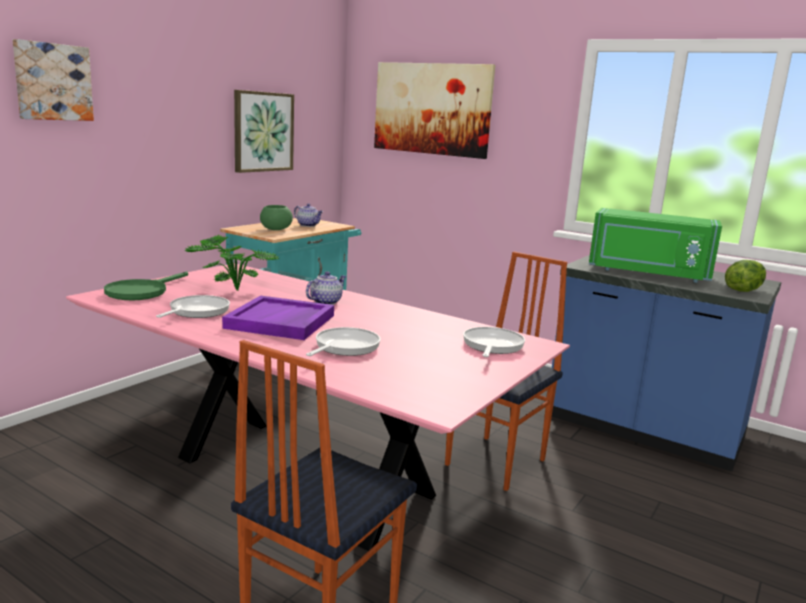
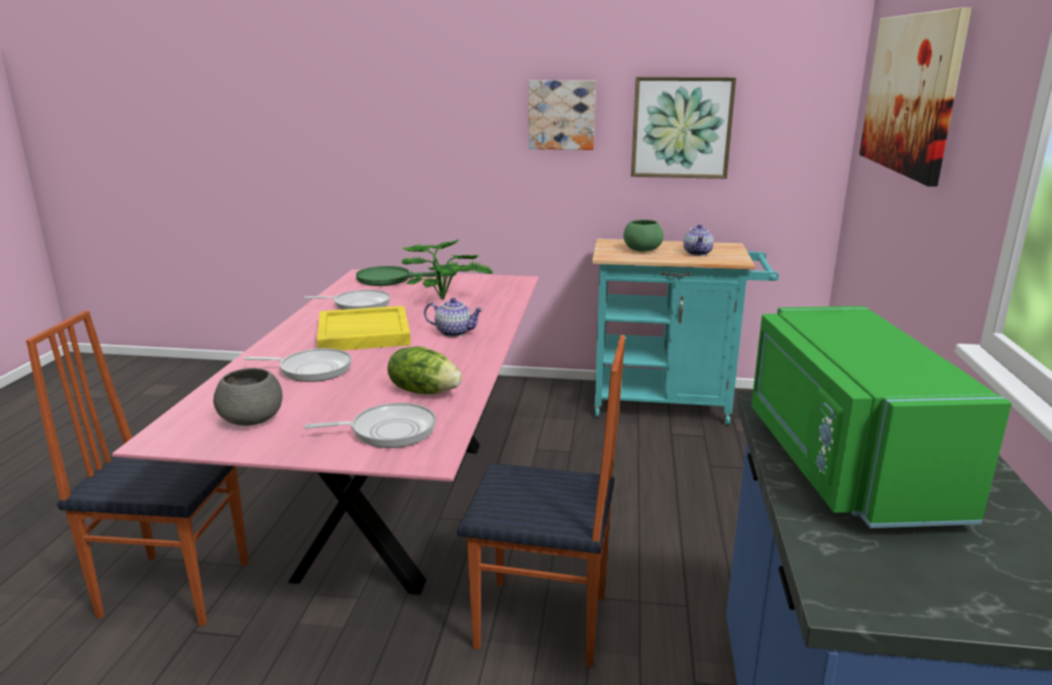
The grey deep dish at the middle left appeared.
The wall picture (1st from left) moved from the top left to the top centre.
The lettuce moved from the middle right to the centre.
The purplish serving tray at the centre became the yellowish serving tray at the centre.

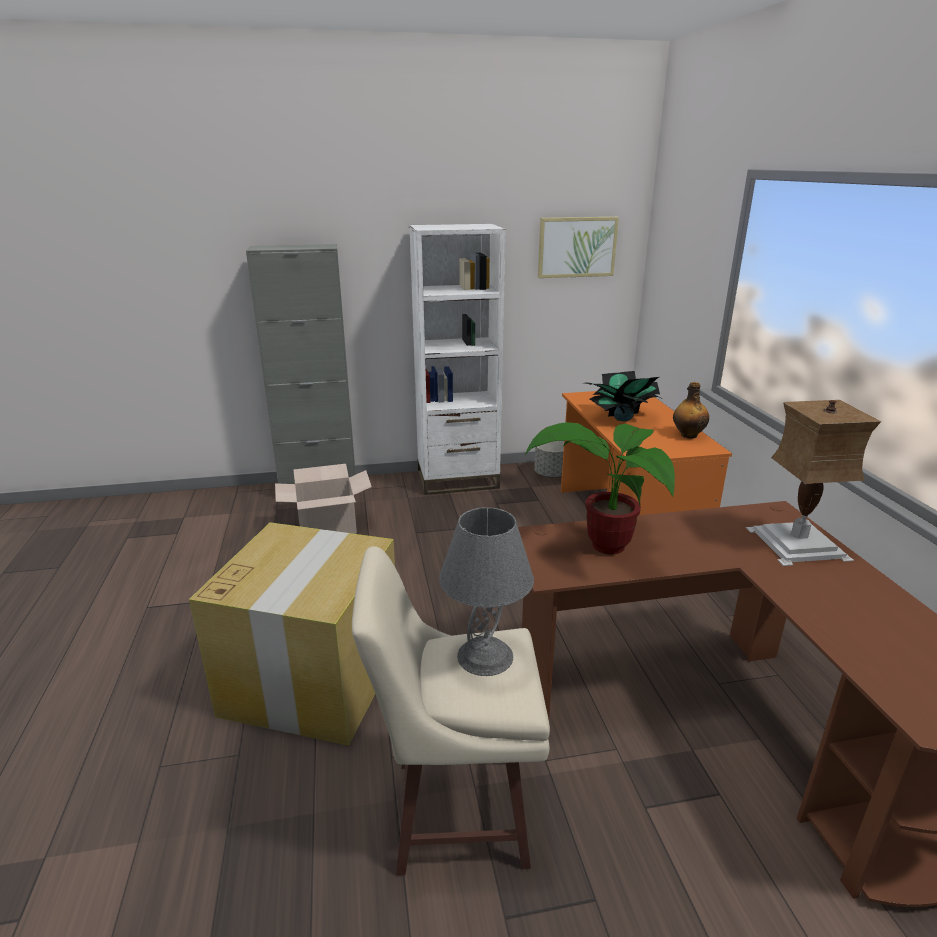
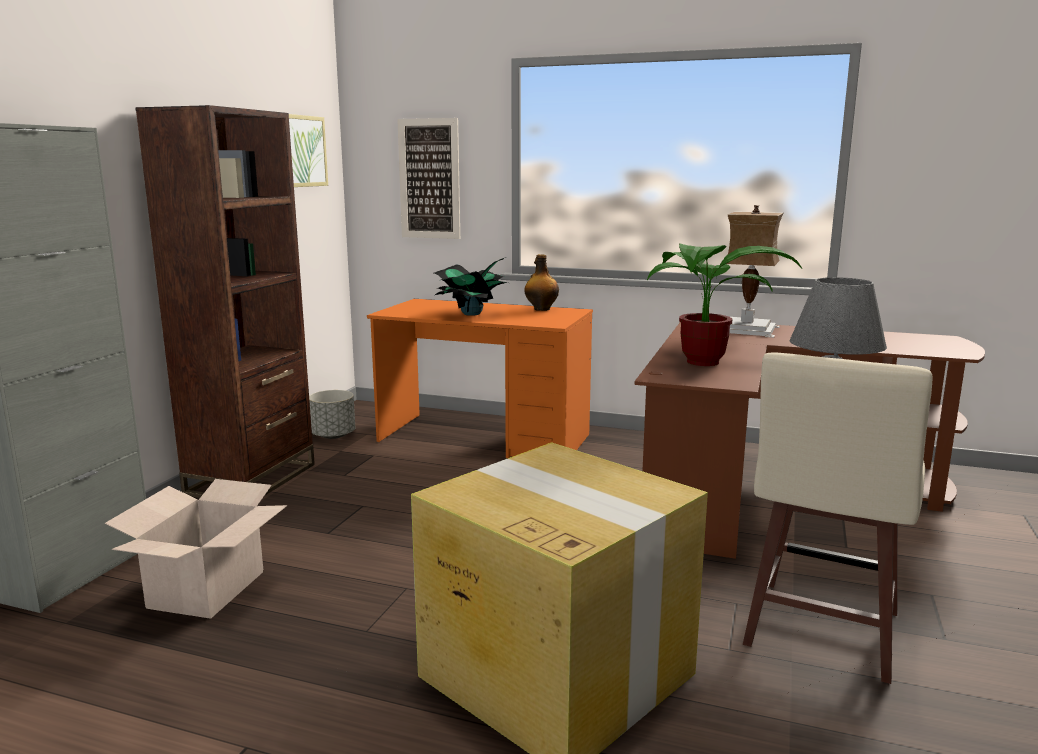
The wall picture (2nd from left) at the top centre appeared.
The white bookshelf at the centre became the brown-coloured bookshelf at the middle left.

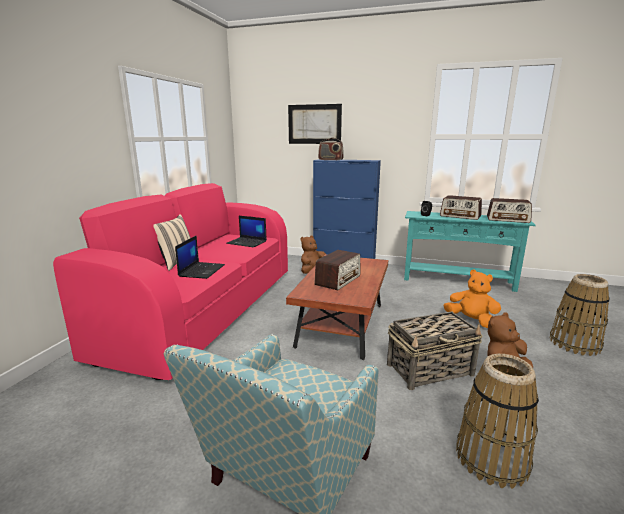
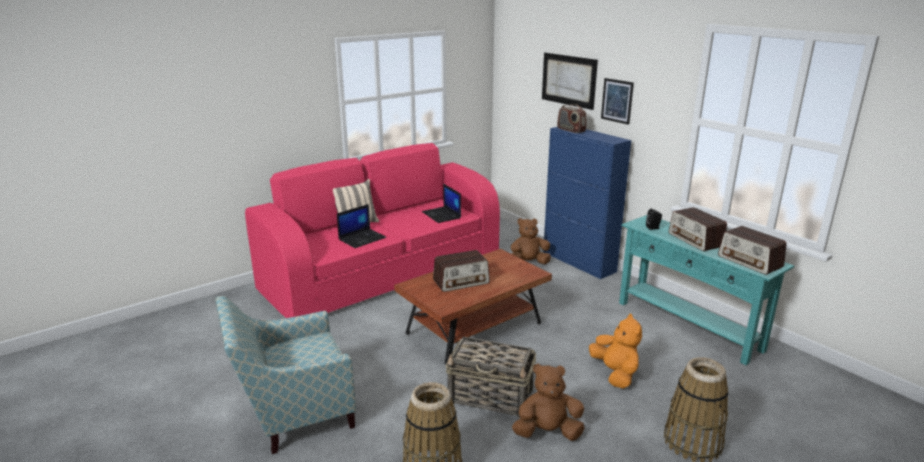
The wall picture (2nd from left) at the top right appeared.

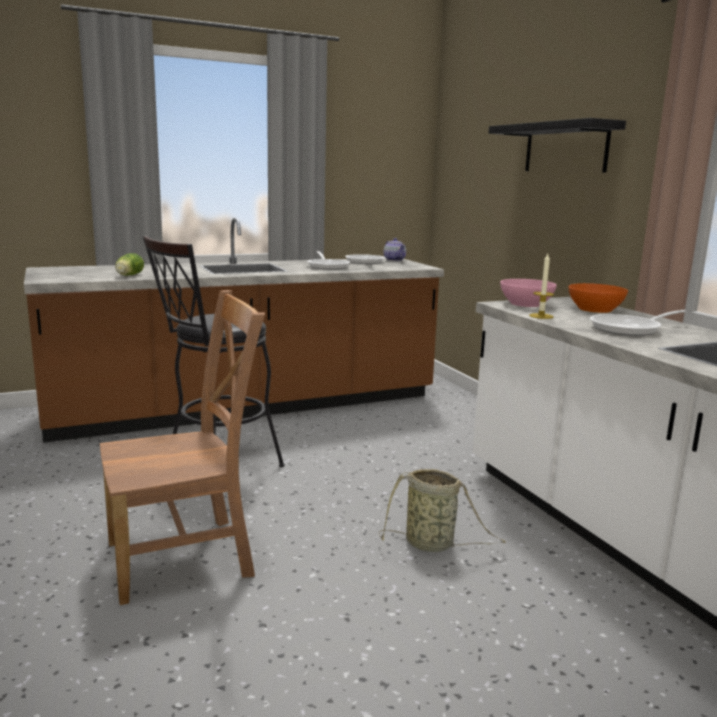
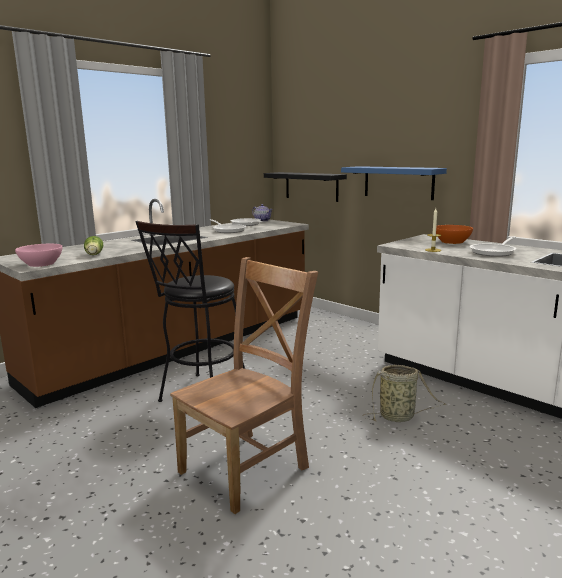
The bluish wall shelf at the top right appeared.
The black wall shelf moved from the top right to the top centre.
The pinkish deep dish moved from the middle right to the middle left.

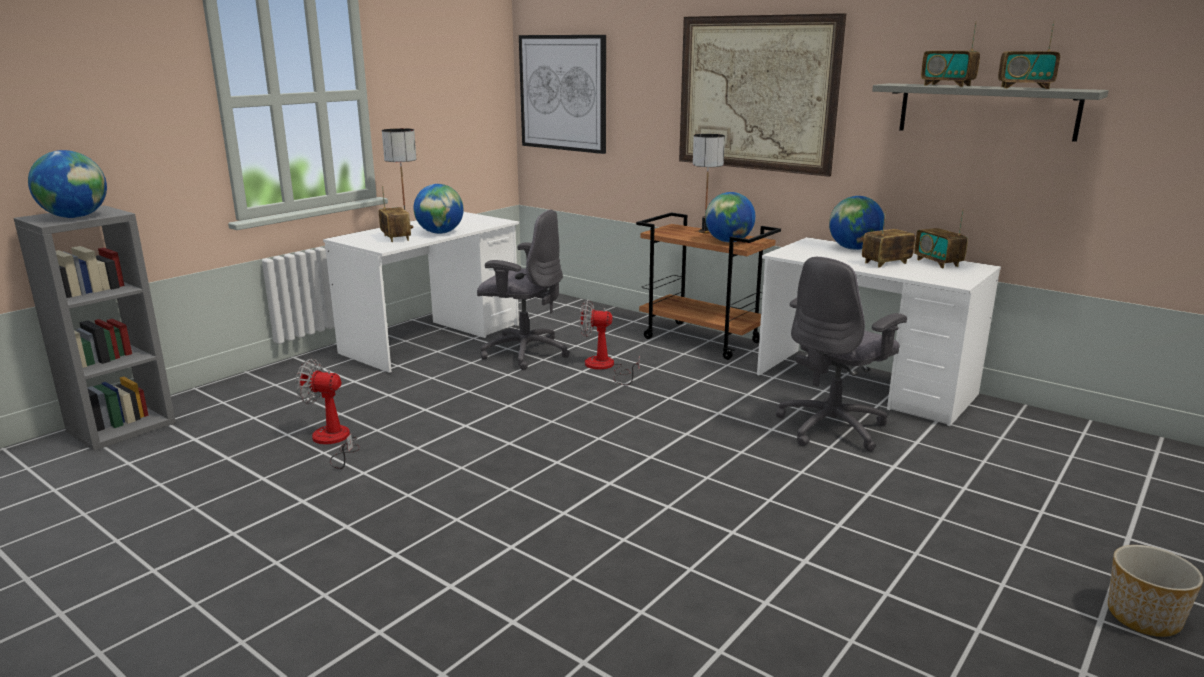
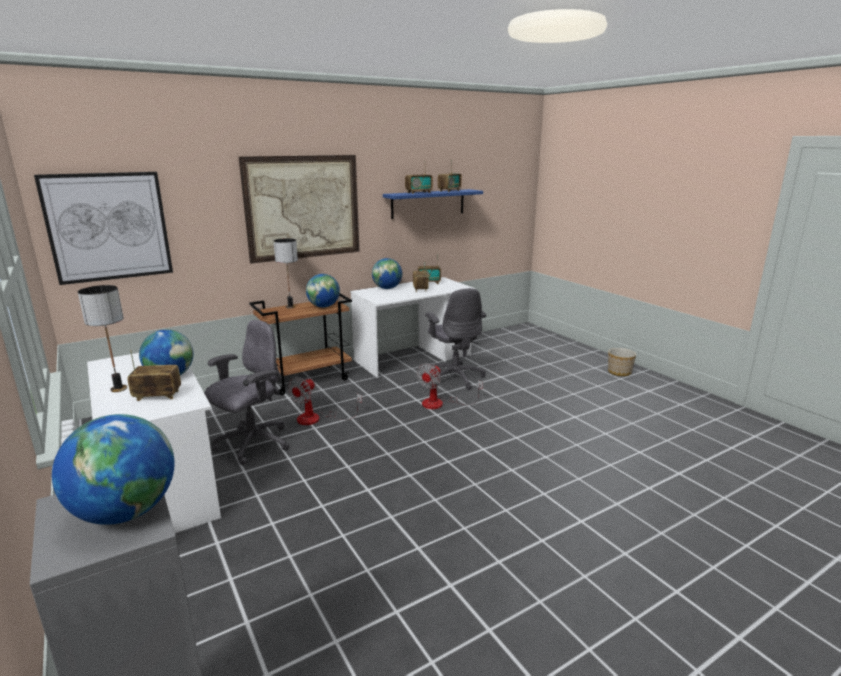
The cooling fan (1st from left in the first image) moved from the middle left to the centre.
The grey wall shelf at the top right became the bluish wall shelf at the top centre.

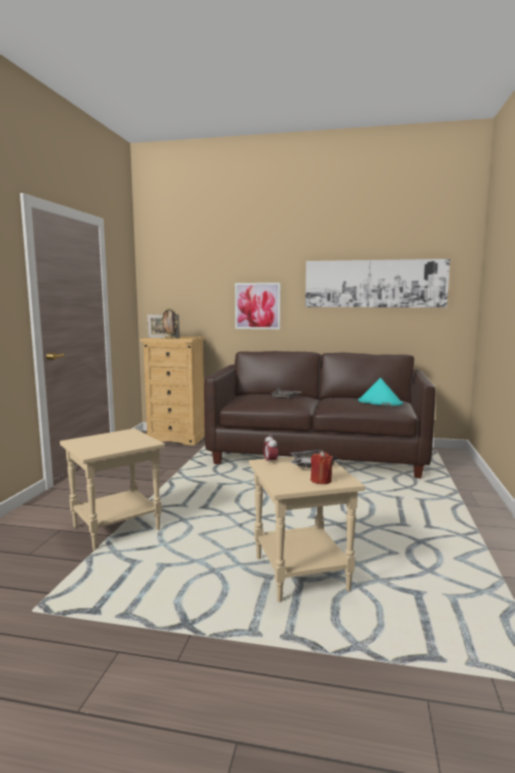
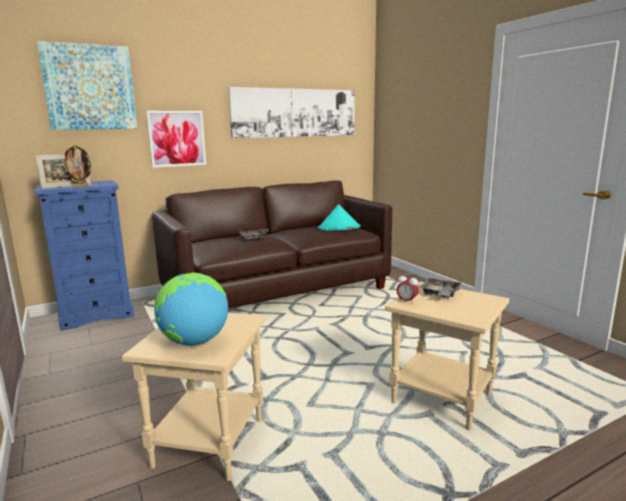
The red-coloured candle at the centre disappeared.
The wall picture (1st from left) at the top left appeared.
The world globe at the middle left appeared.
The beige dresser at the centre became the bluish dresser at the middle left.

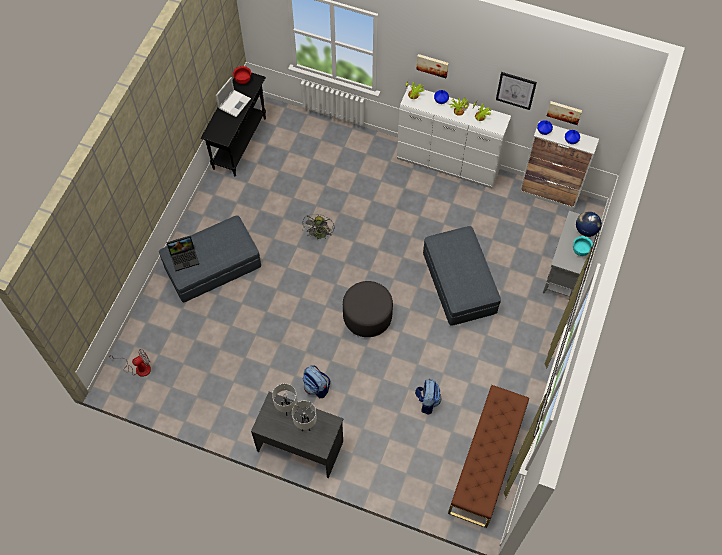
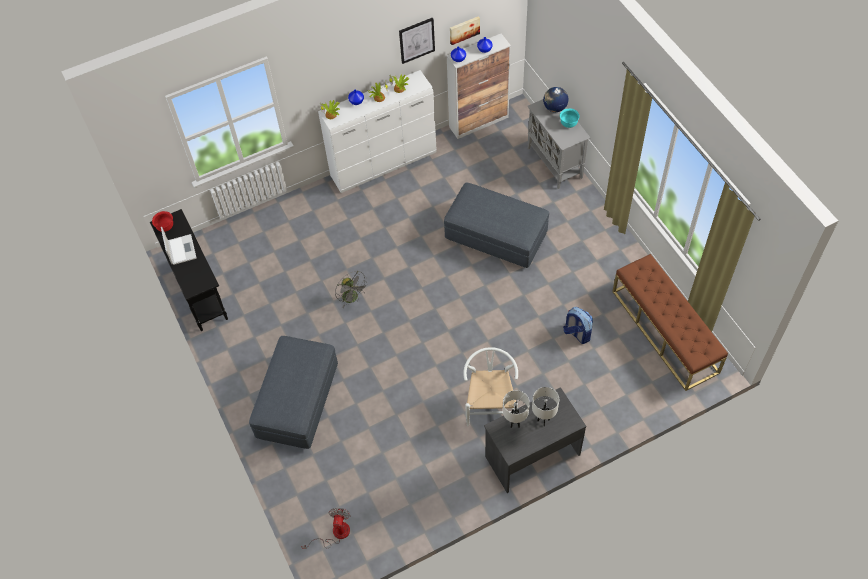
The laptop (1st from left) at the middle left disappeared.
The grey ottoman (2nd from left) at the centre disappeared.
The wall picture (1st from left) at the top centre disappeared.
The knapsack (1st from left) at the bottom centre was replaced by the white chair at the bottom centre.

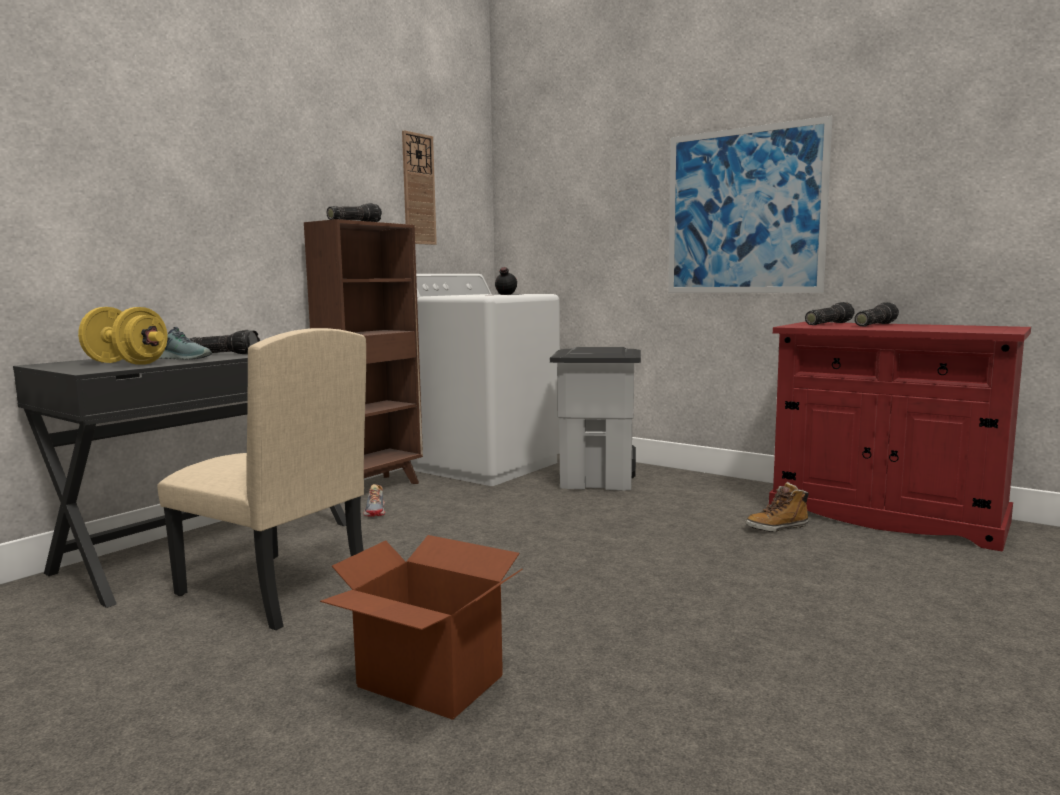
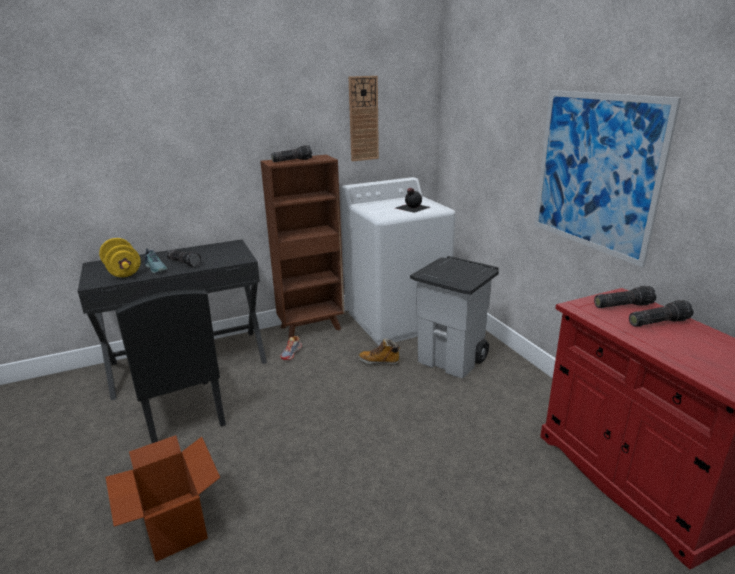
The high-top boot moved from the middle right to the centre.
The beige chair at the middle left became the black chair at the middle left.

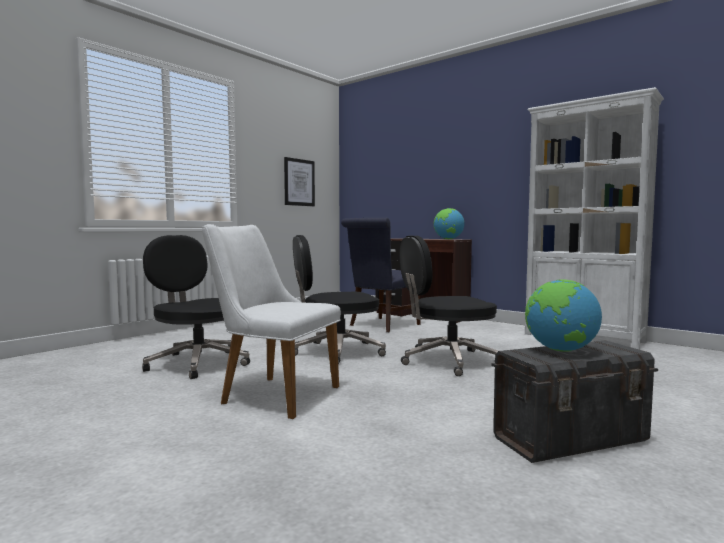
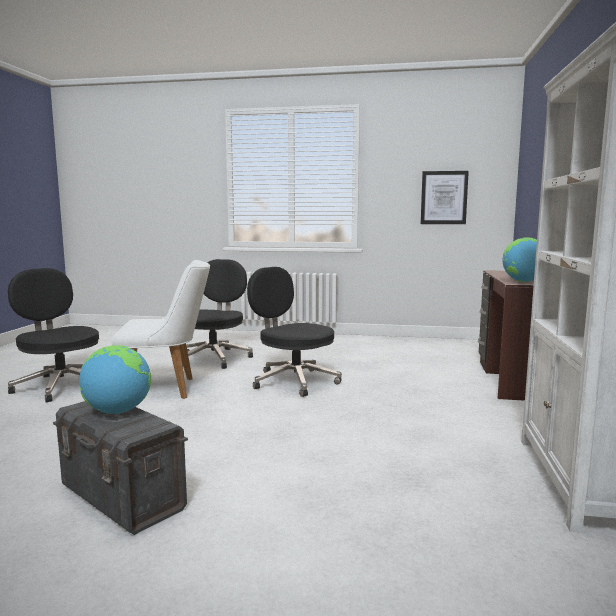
The bluish chair at the centre disappeared.
The black desk chair (3rd from left in the first image) moved from the centre to the middle left.
The white chair at the centre turned 90 degrees clockwise.

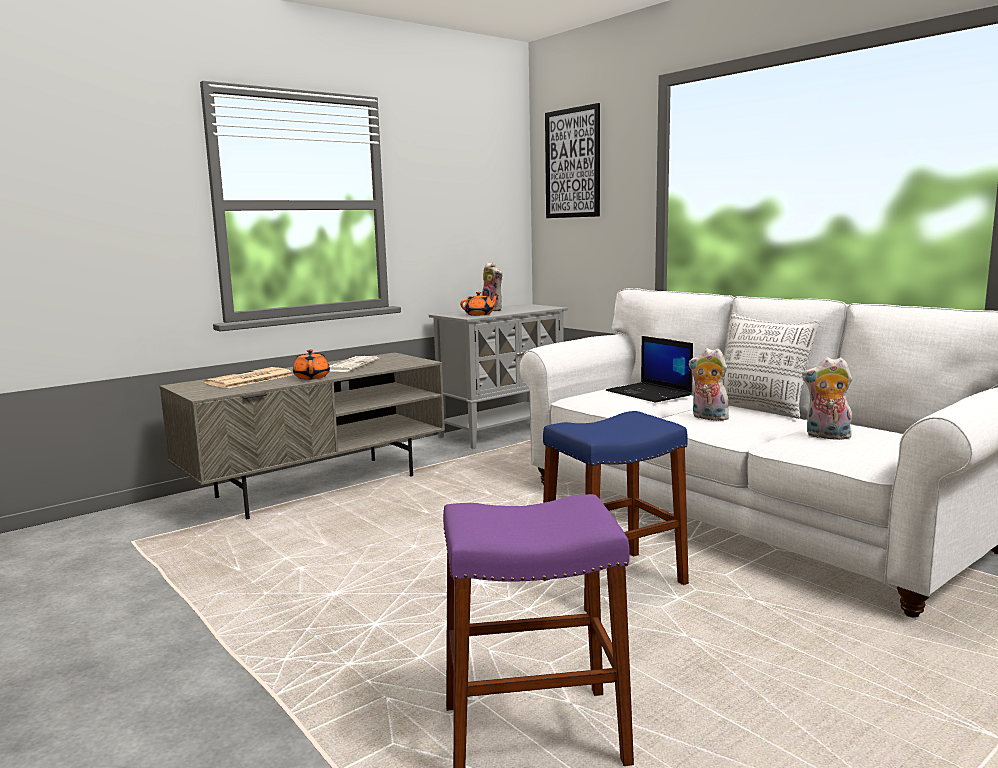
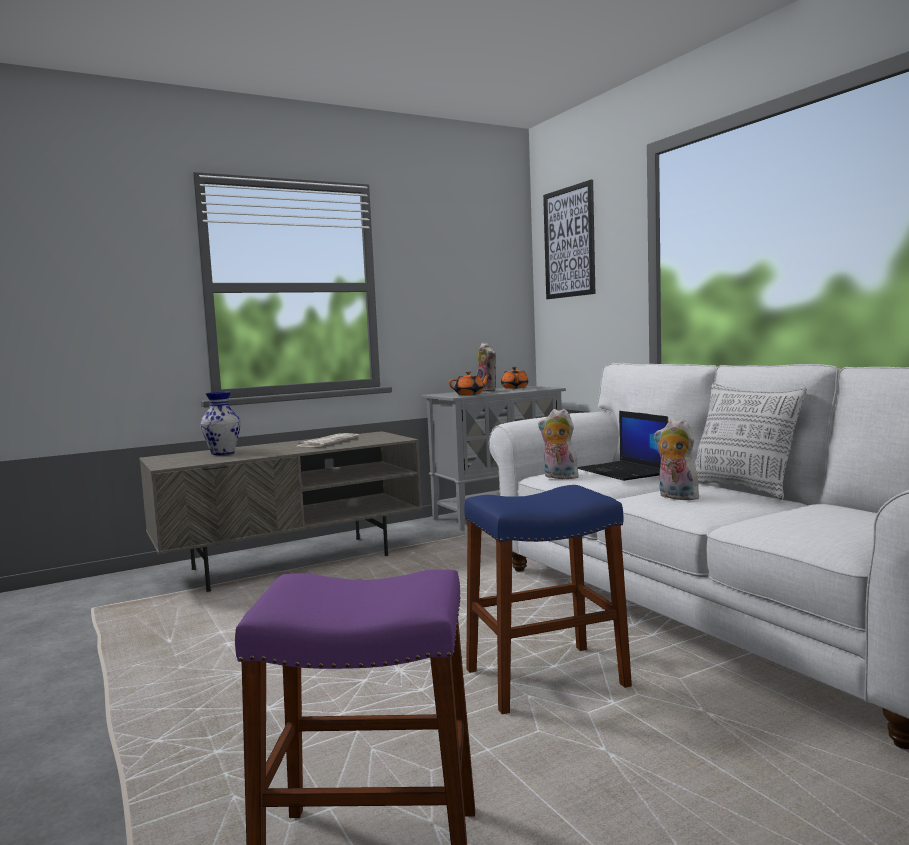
The orange tea pot (1st from left in the first image) moved from the middle left to the centre.
The plush toy (3rd from left in the first image) moved from the middle right to the centre.
The daily paper (1st from left) at the middle left was replaced by the vase at the middle left.

